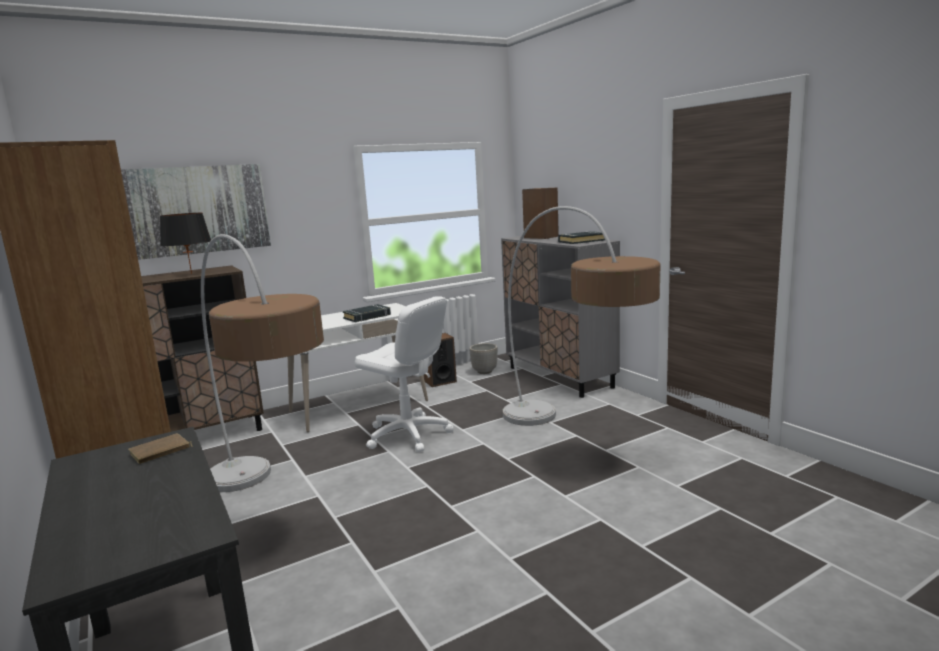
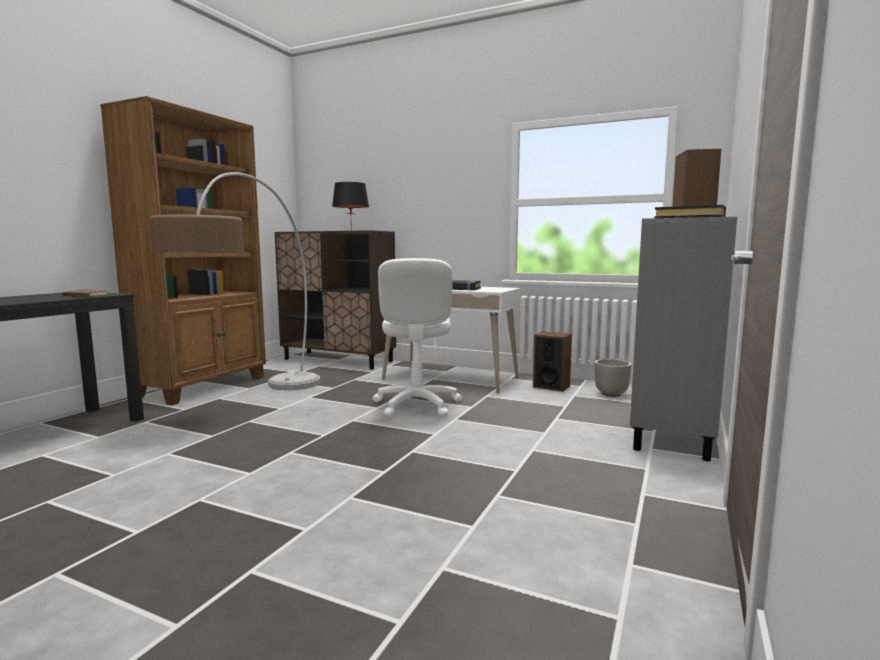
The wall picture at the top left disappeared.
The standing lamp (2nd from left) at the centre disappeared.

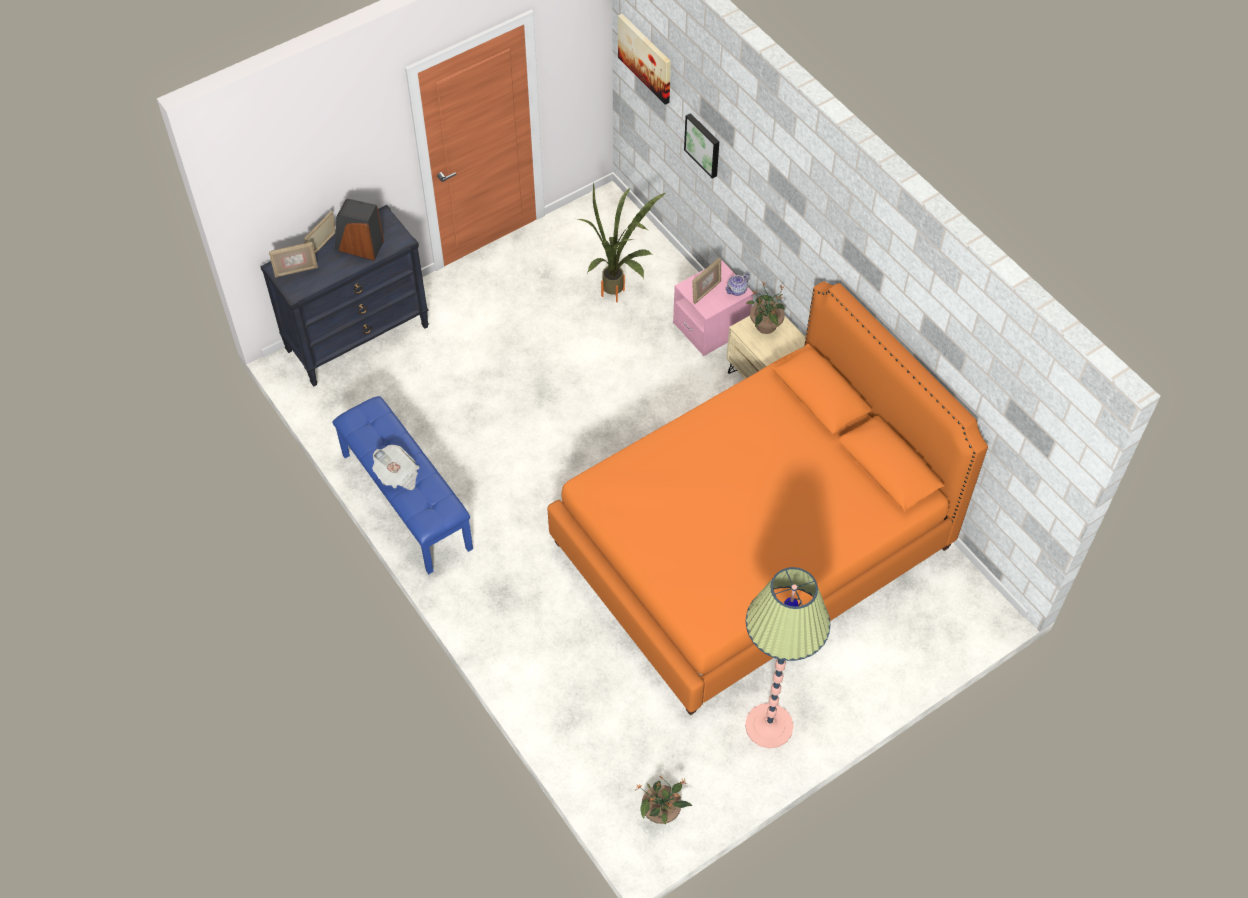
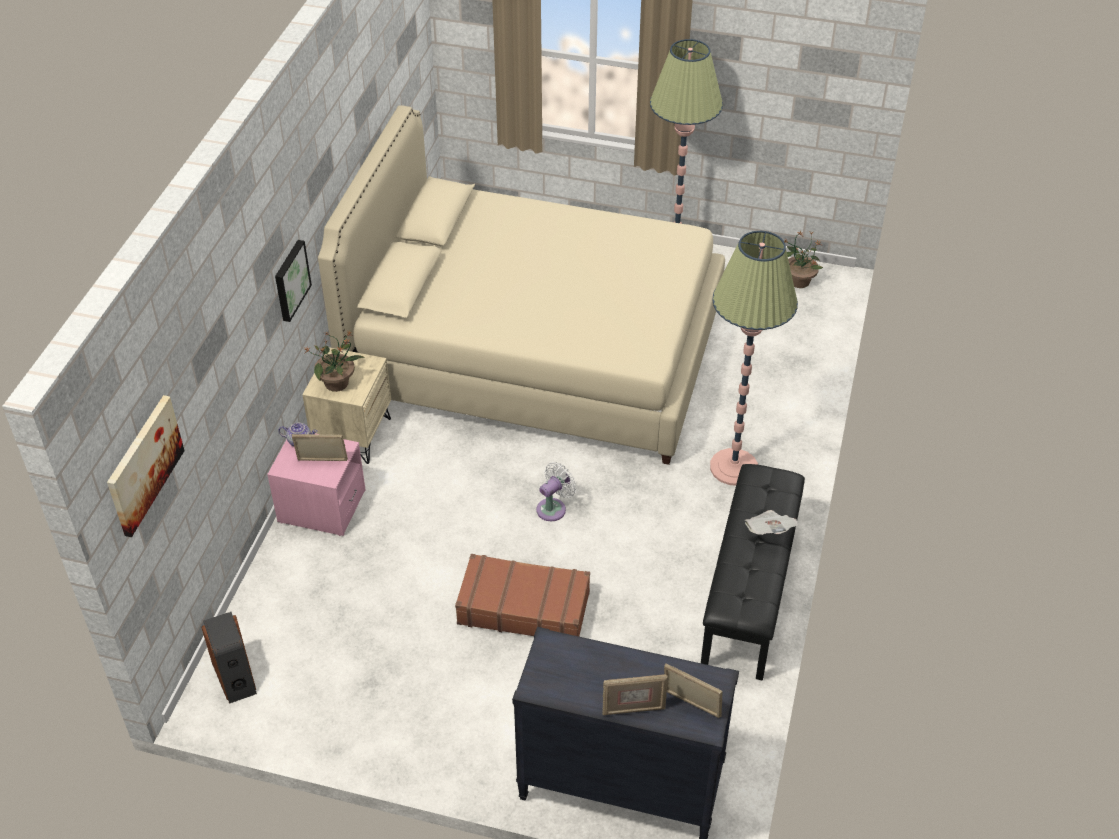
The houseplant (1st from left) at the top centre disappeared.
The brown-coloured travel case at the bottom centre appeared.
The white cooling fan at the centre appeared.
The standing lamp (2nd from left) at the middle right appeared.
The speaker moved from the top left to the bottom left.
The wall picture (2nd from left) moved from the top centre to the middle left.
The bluish long seat at the middle left became the black long seat at the bottom right.
The orange bedroom bed at the centre became the beige bedroom bed at the centre.

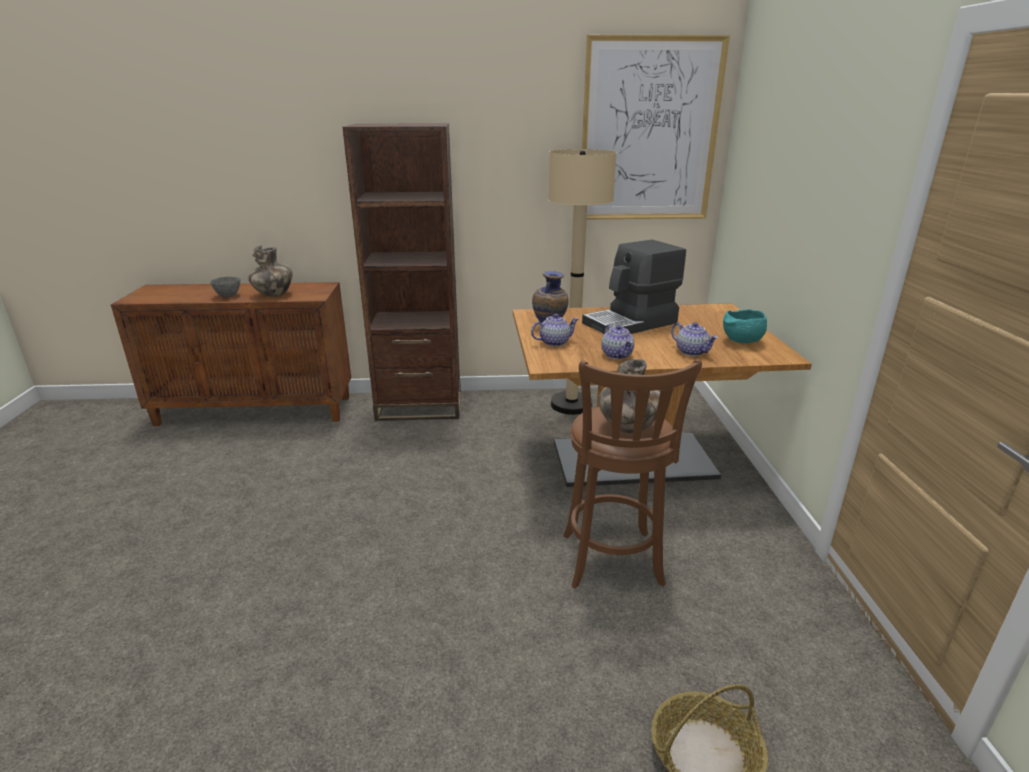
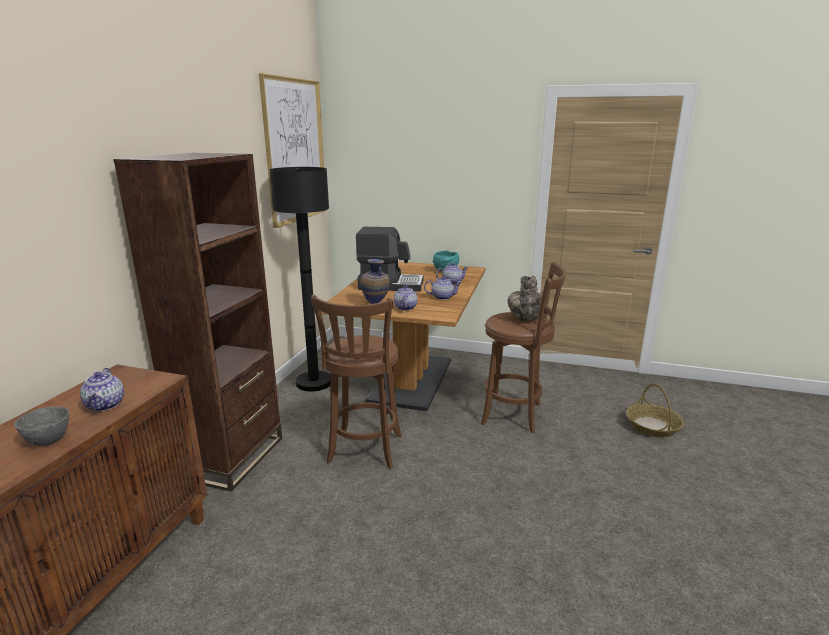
The brown-coloured stool (1st from left) at the centre appeared.
The vase (1st from left) at the middle left was replaced by the tea pot (1st from left) at the middle left.
The beige standing lamp at the centre became the black standing lamp at the centre.
The coffee maker at the centre turned 75 degrees counterclockwise.

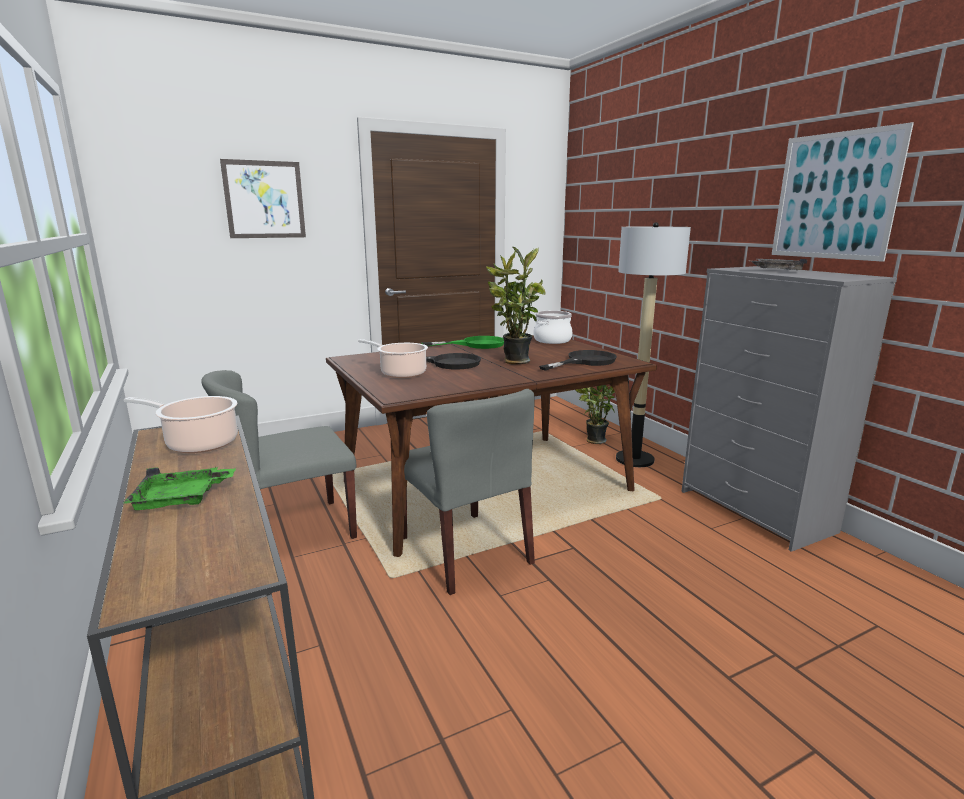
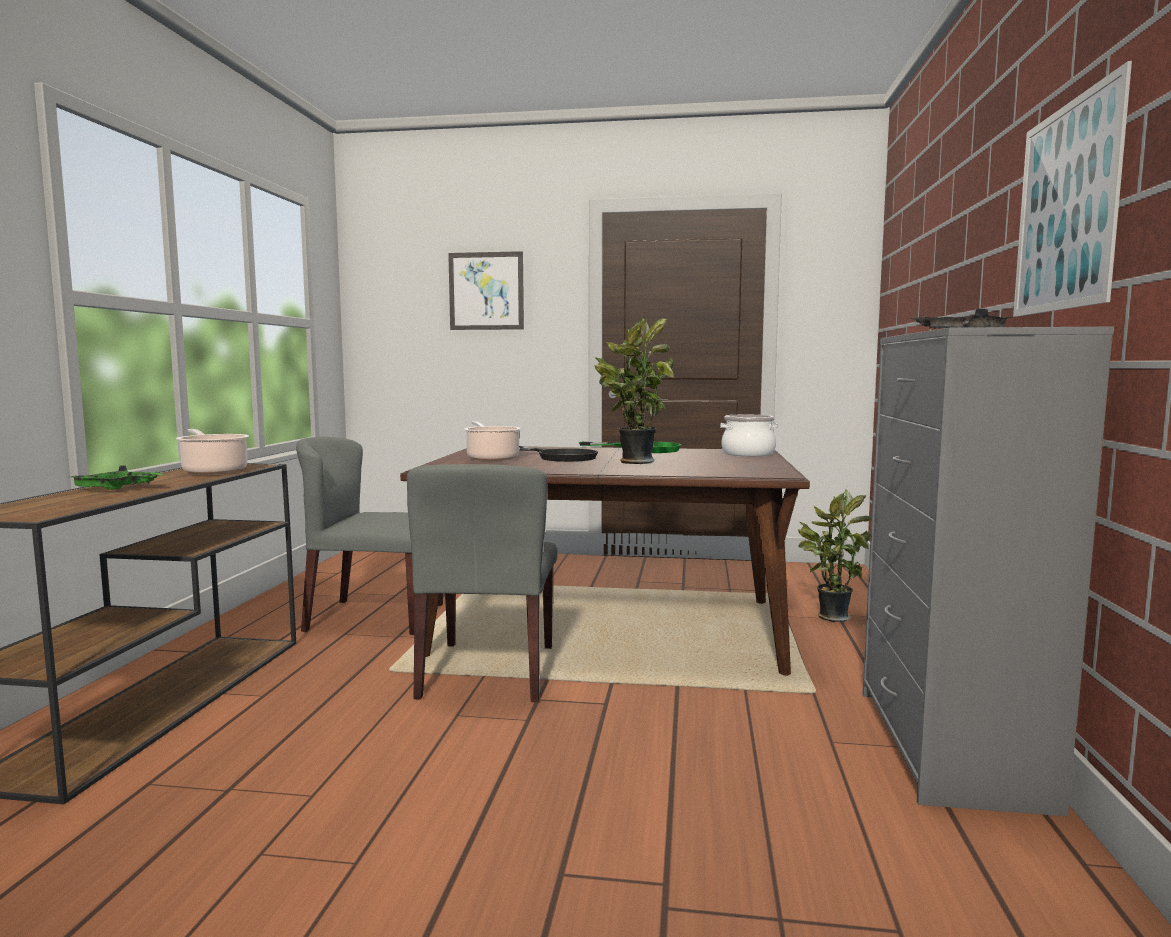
The black pan (2nd from left) at the centre disappeared.
The standing lamp at the middle right disappeared.

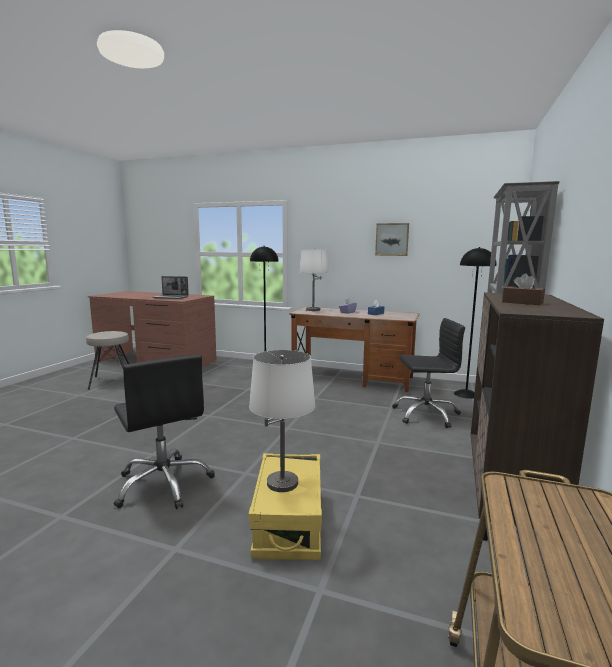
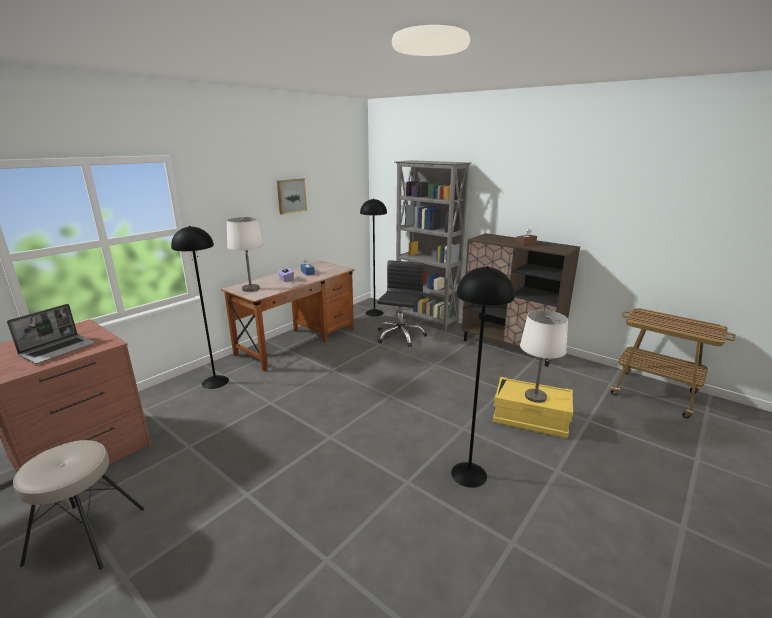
The black desk chair (1st from left) at the middle left was replaced by the black standing lamp (3rd from left) at the centre.

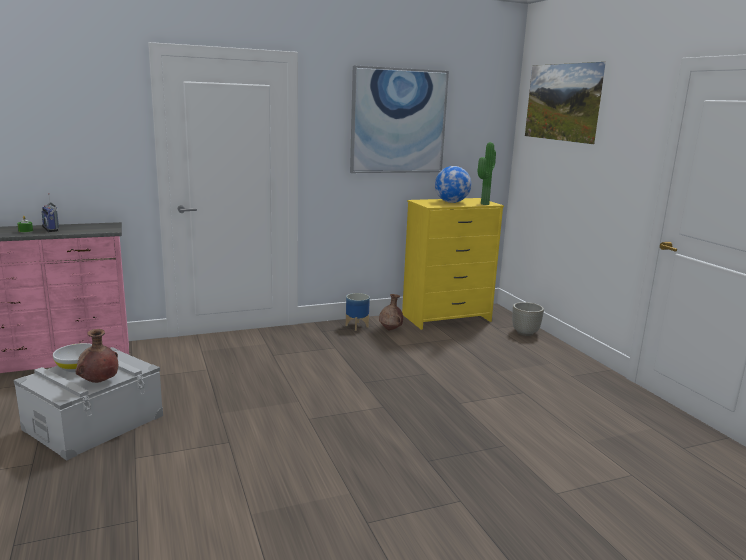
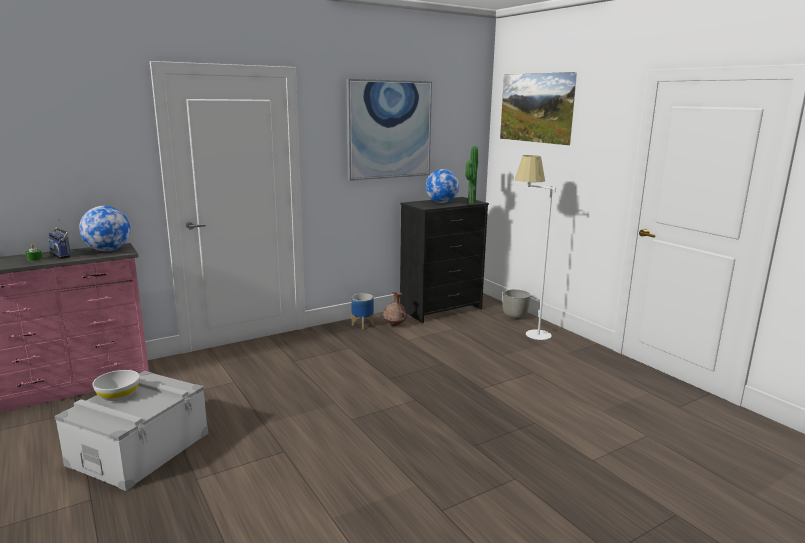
The brown-coloured vase (1st from left) at the middle left disappeared.
The world globe (1st from left) at the middle left appeared.
The white standing lamp at the centre appeared.
The yellowish dresser at the centre became the black dresser at the centre.

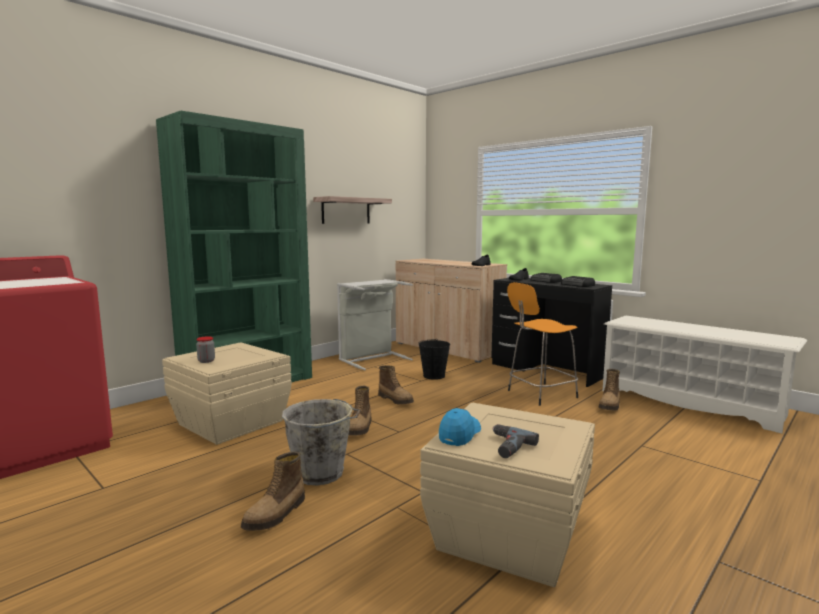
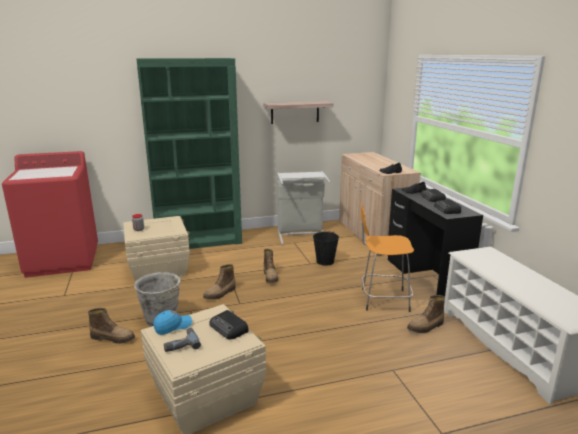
The radio (1st from left) at the bottom centre appeared.
The high-top boot (1st from left) at the bottom centre turned 135 degrees counterclockwise.

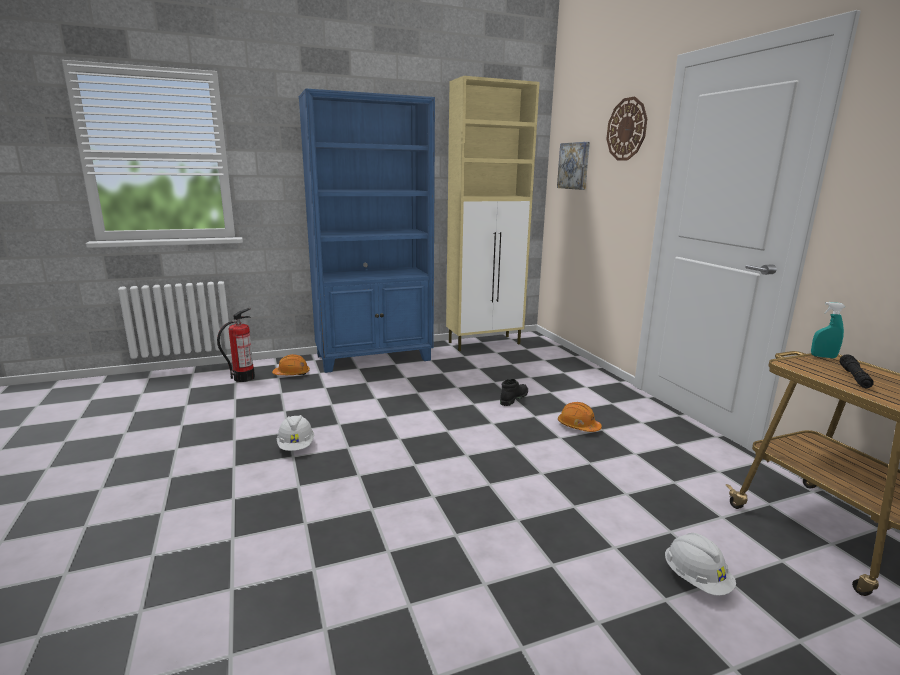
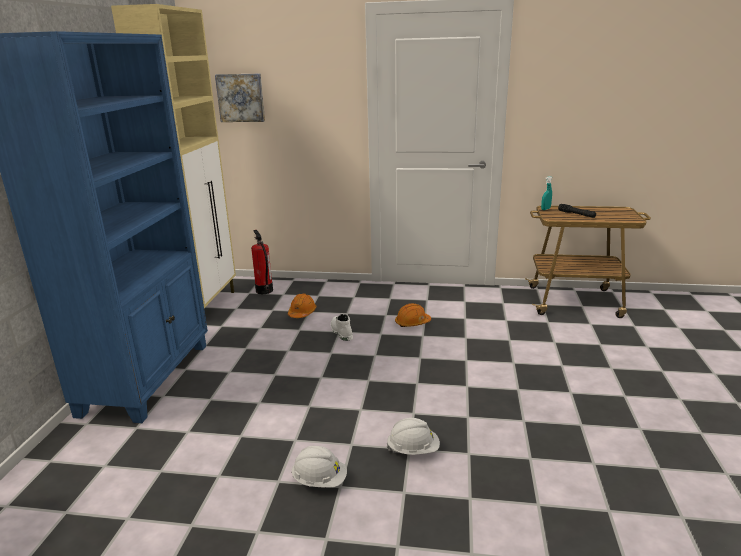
The clock on the wall at the top right disappeared.
The extinguisher moved from the middle left to the centre.
The orange hard hat (1st from left) moved from the middle left to the centre.
The white hard hat (2nd from left) moved from the bottom right to the bottom centre.
The black high-top boot at the centre became the white high-top boot at the centre.

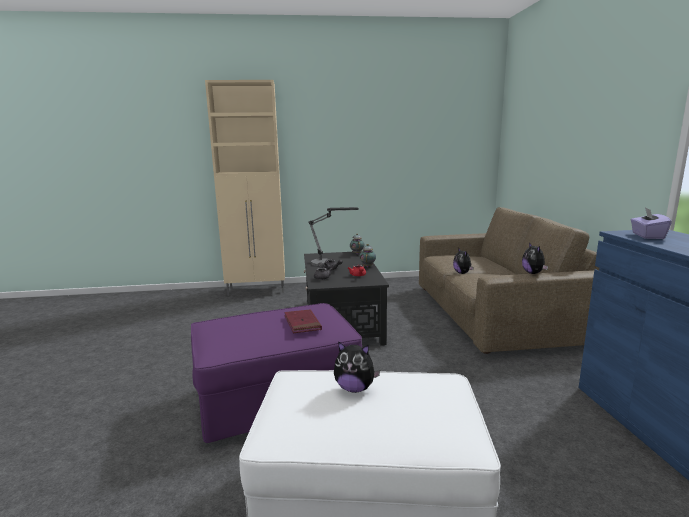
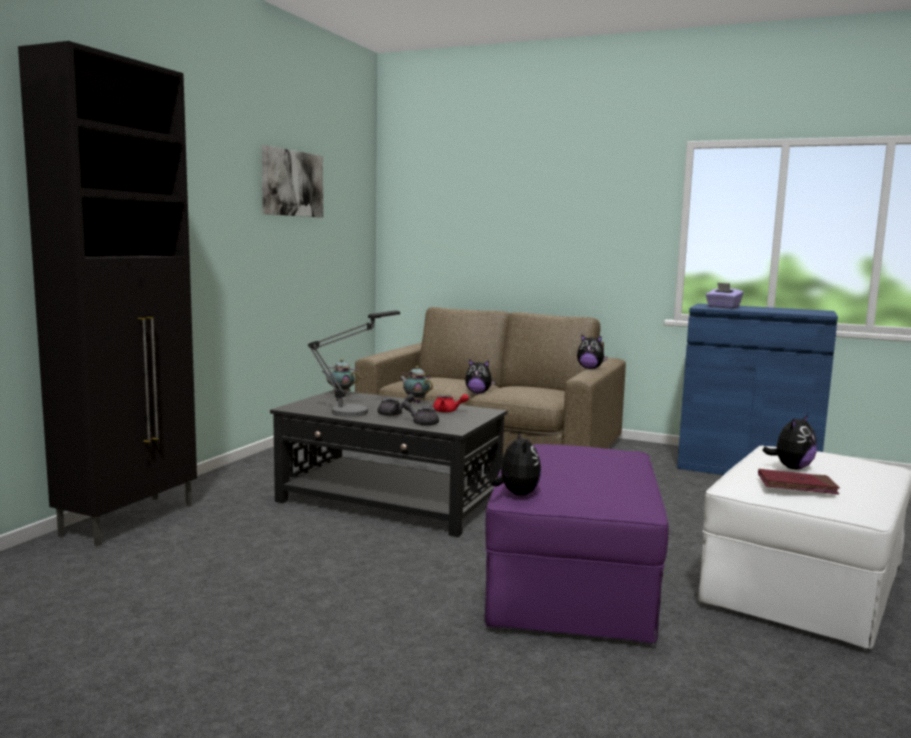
The wall picture at the top left appeared.
The plush toy (2nd from left) at the centre appeared.
The red-coloured bound book moved from the centre to the middle right.
The beige cabinet at the centre became the black cabinet at the middle left.

